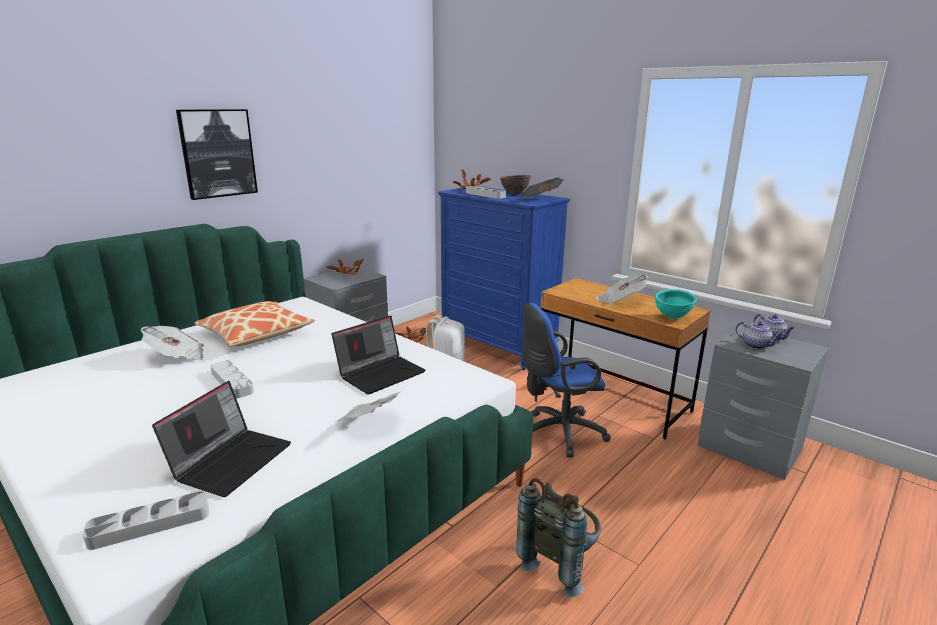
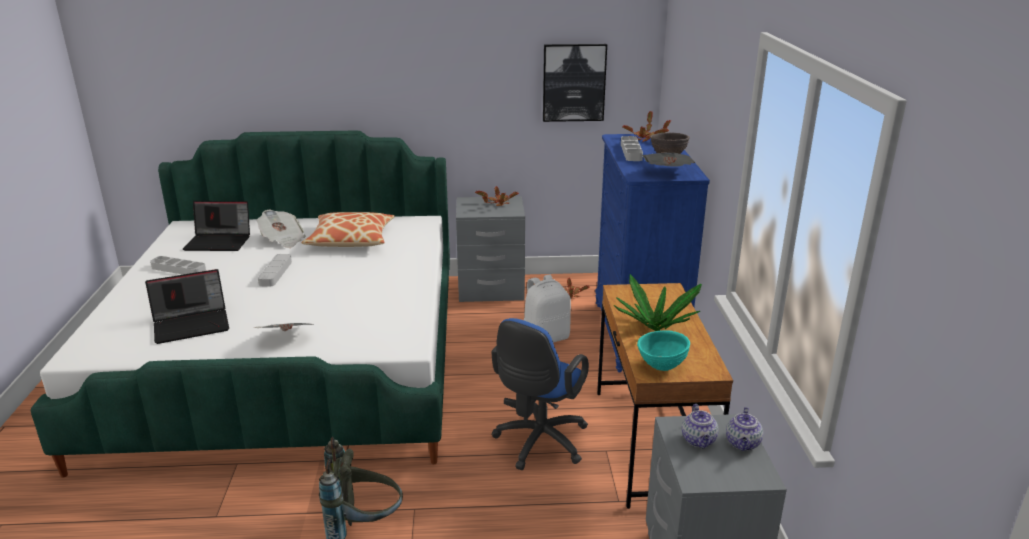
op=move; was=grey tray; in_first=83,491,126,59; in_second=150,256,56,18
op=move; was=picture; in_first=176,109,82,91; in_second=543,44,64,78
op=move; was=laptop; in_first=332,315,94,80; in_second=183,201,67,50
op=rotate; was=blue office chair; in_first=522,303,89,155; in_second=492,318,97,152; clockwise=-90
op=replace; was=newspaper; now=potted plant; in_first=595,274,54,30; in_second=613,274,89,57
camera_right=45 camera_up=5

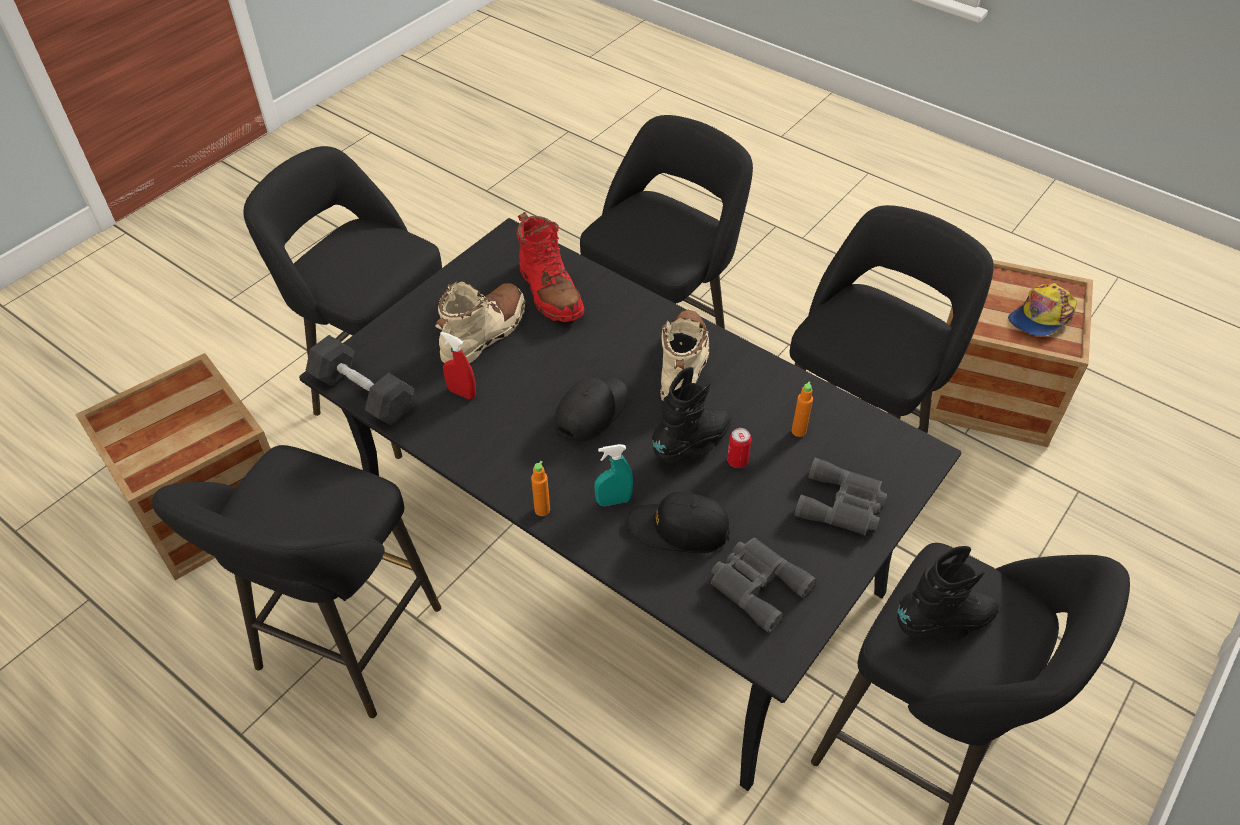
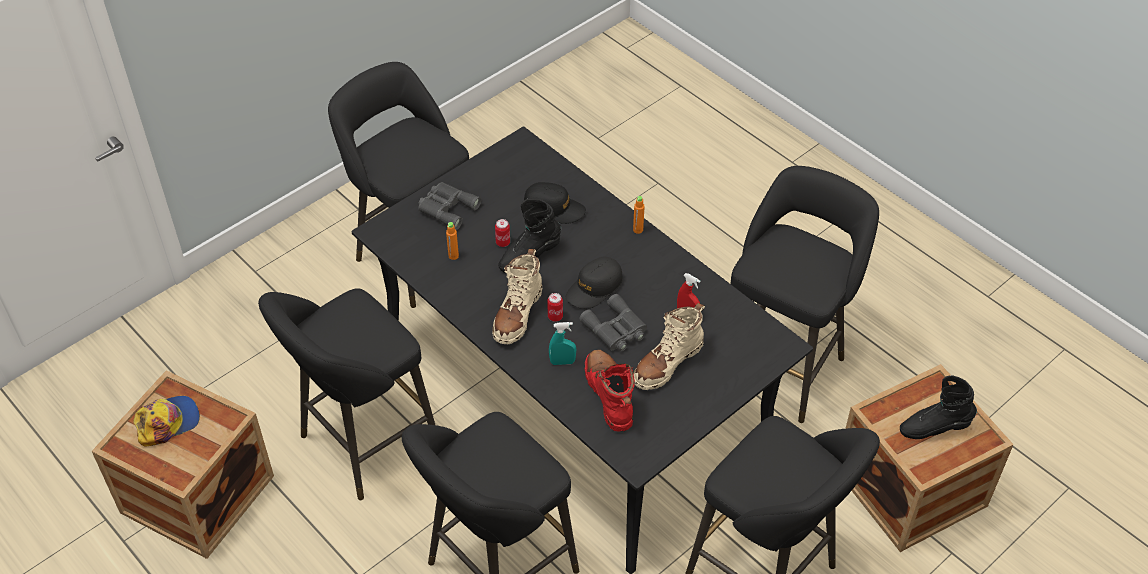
op=delete; was=black dumbbell; in_first=305,335,110,90
op=move; was=turquoise spray bottle; in_first=594,444,39,62; in_second=549,322,27,43
op=move; was=grey binoculars; in_first=711,538,105,95; in_second=579,294,68,57
op=move; was=black boot; in_first=897,546,102,94; in_second=900,375,77,64
op=insert; now=can; in_second=547,293,16,29
camera_right=-170 camera_up=0

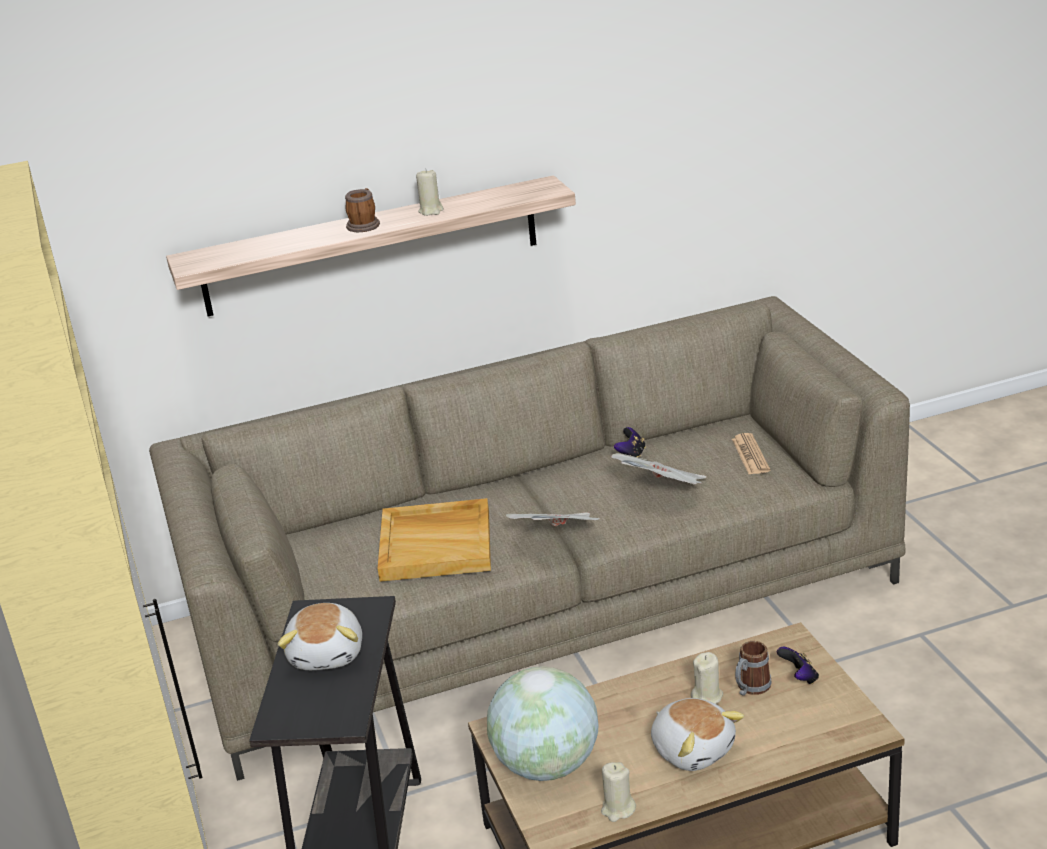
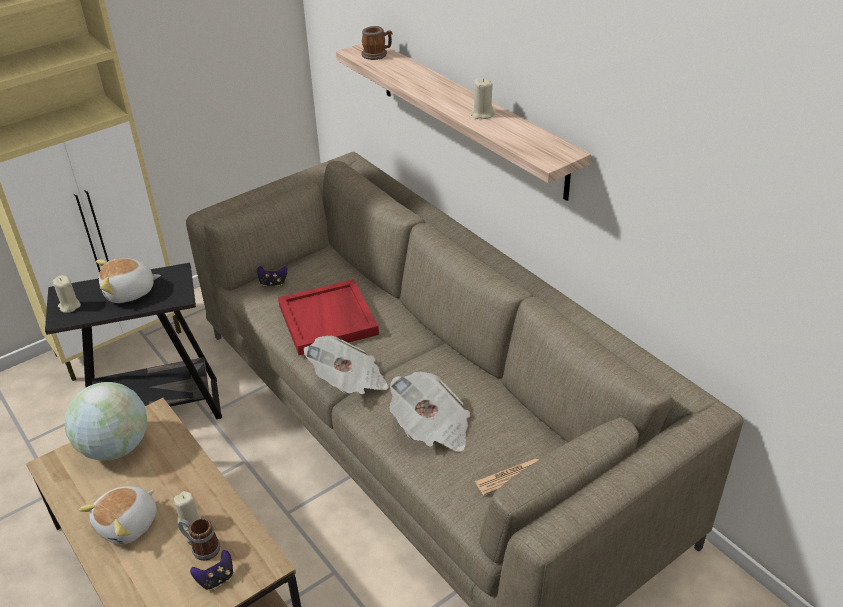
op=move; was=mug; in_first=345,188,35,44; in_second=361,26,32,34
op=recolor; was=beige tray; now=red tray; in_first=377,498,114,84; in_second=278,279,101,76
op=move; was=beige candle; in_first=601,762,35,60; in_second=53,275,28,38
op=move; was=game controller; in_first=614,427,32,30; in_second=257,266,31,21
camera_right=70 camera_up=10

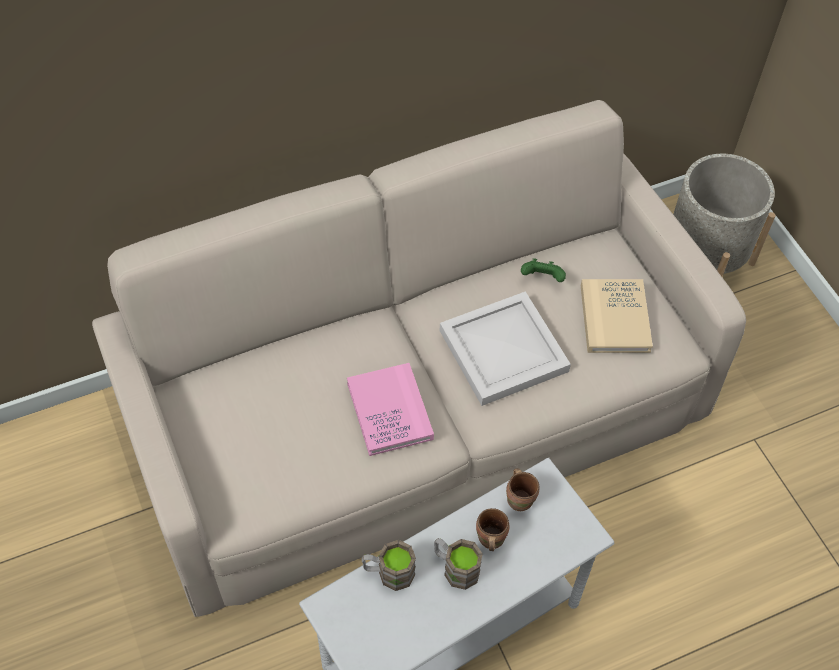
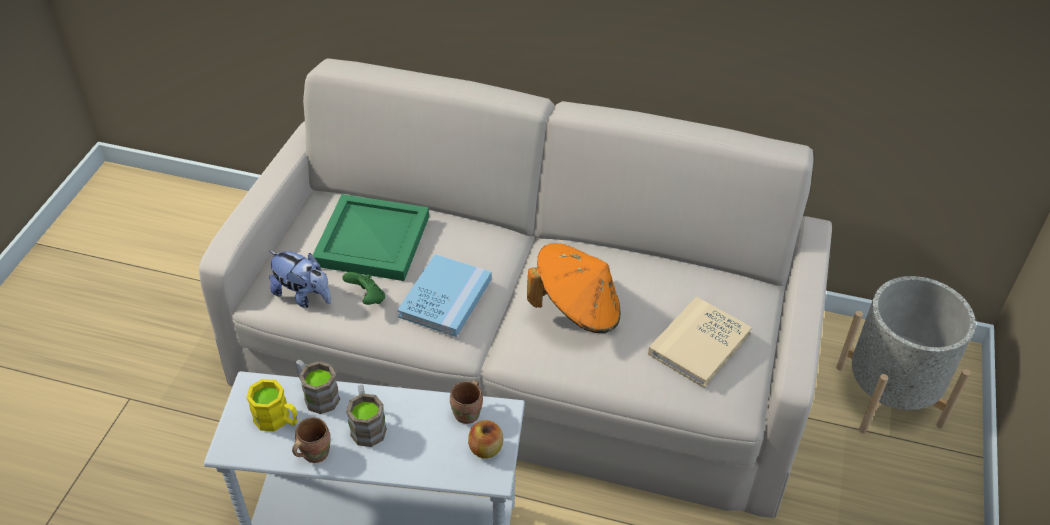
op=recolor; was=pink book; now=blue book; in_first=347,363,87,93; in_second=397,254,95,83
op=replace; was=white tray; now=orange hat; in_first=440,291,131,115; in_second=527,243,93,90
op=move; was=brown mug; in_first=476,508,33,43; in_second=292,417,39,46
op=move; was=green game controller; in_first=521,258,45,24; in_second=342,272,43,33
op=insert; now=yellow mug; in_second=246,379,52,52
op=insert; now=plush toy; in_second=269,251,62,57
op=insert; now=green tray; in_second=313,194,116,87
op=insert; now=apple; in_second=468,420,35,39
camera_right=40 camera_up=-10

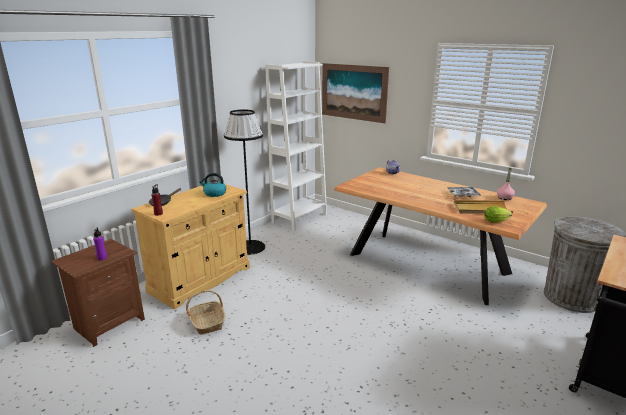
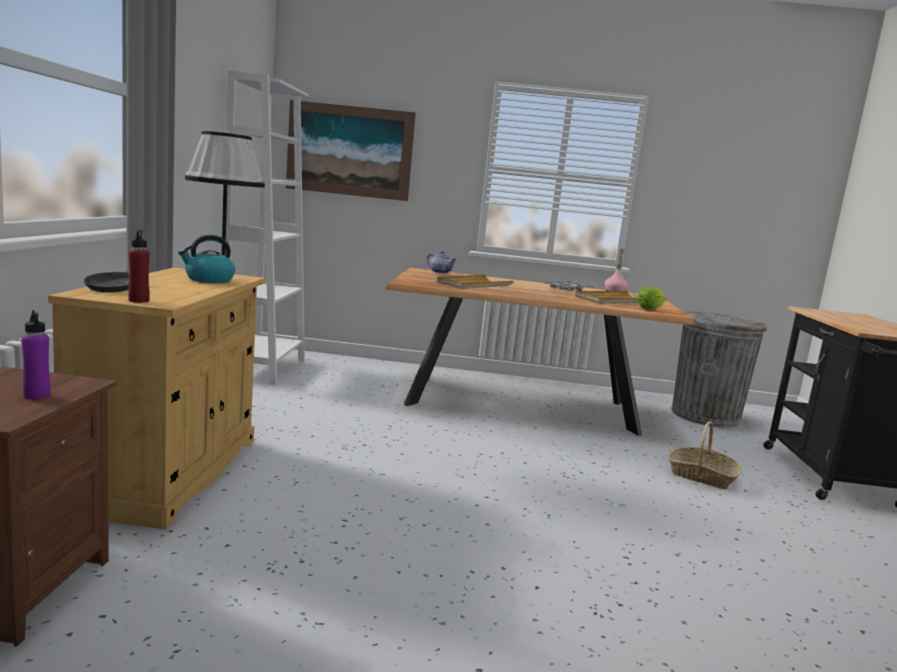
op=move; was=basket; in_first=186,290,39,45; in_second=668,422,73,67
op=insert; now=beige tray; in_second=437,275,77,14
camera_right=-35 camera_up=-10

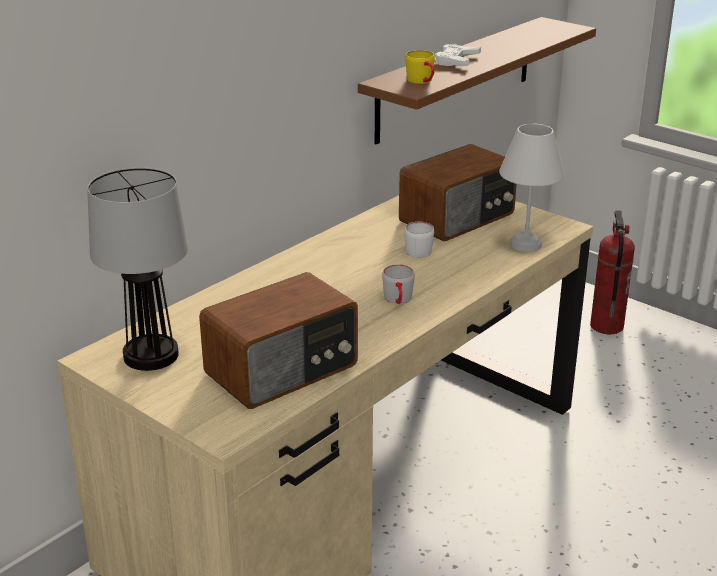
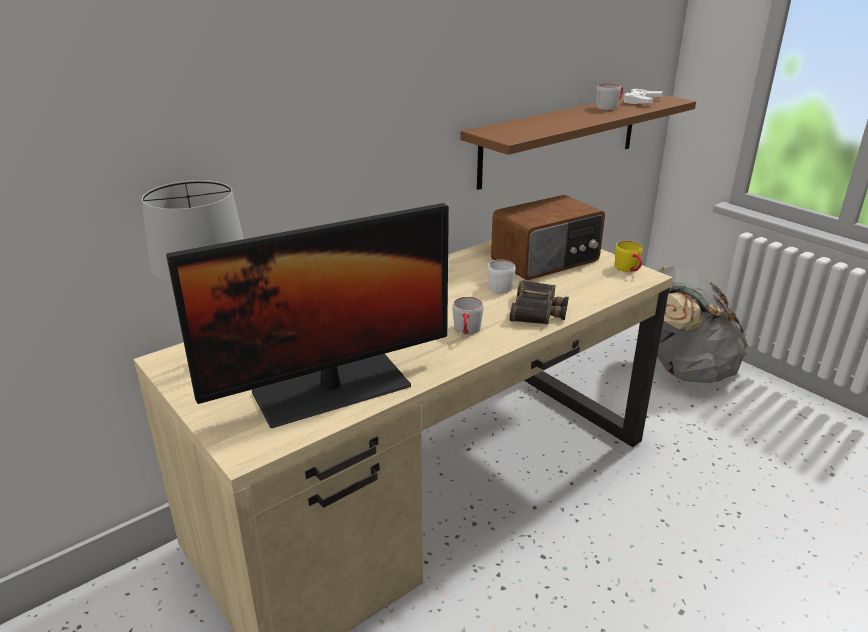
op=replace; was=radio; now=monitor; in_first=199,272,159,137; in_second=166,203,283,225
op=move; was=yellow mug; in_first=405,50,30,34; in_second=615,241,28,31
op=move; was=white game controller; in_first=435,44,46,22; in_second=623,89,40,15
op=delete; was=white table lamp; in_first=499,124,66,128
op=replace; was=fire extinguisher; now=grey backpack; in_first=590,210,45,124; in_second=657,265,91,118
op=insert; now=binoculars; in_second=509,280,60,45
op=insert; now=grey mug; in_second=596,83,27,27
camera_right=10 camera_up=0

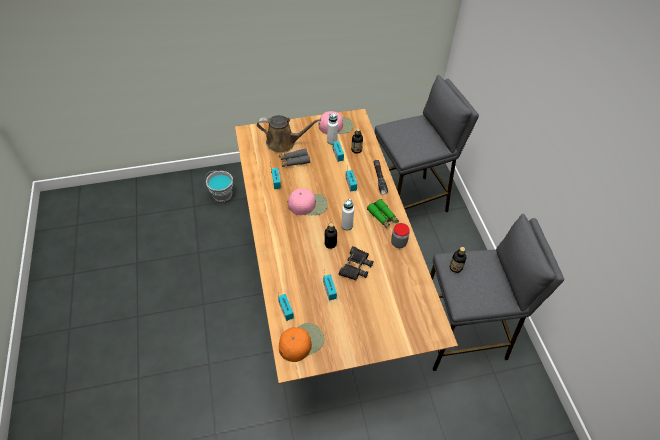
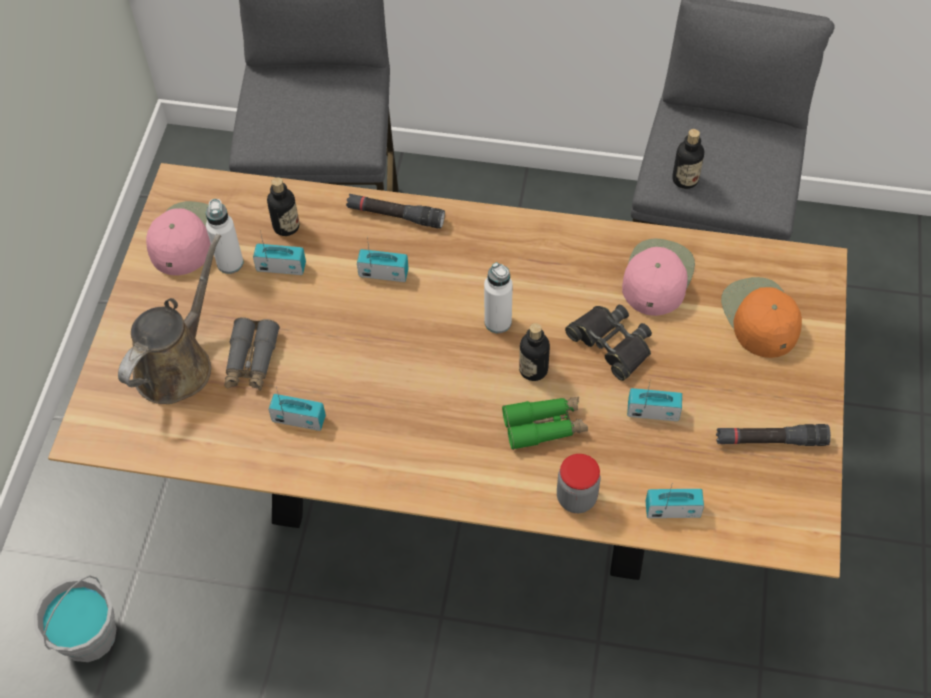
op=move; was=orange cap; in_first=279,323,45,39; in_second=721,277,81,81
op=move; was=pink cap; in_first=288,188,40,27; in_second=622,238,73,78
op=move; was=green binoculars; in_first=367,199,32,29; in_second=502,397,86,53
op=move; was=jar; in_first=391,223,19,25; in_second=557,454,43,59
op=insert; now=black flashlight; in_second=716,424,115,22
camera_right=-65 camera_up=5

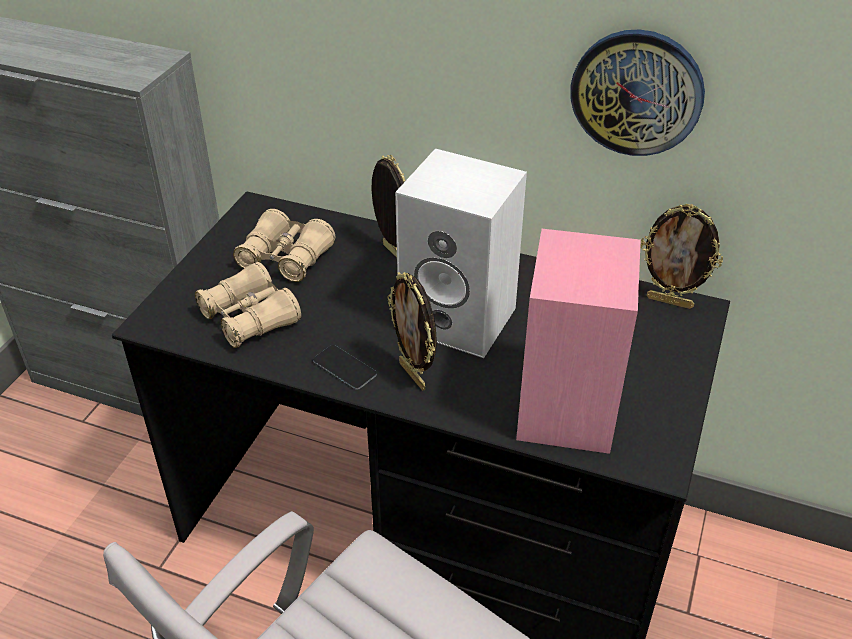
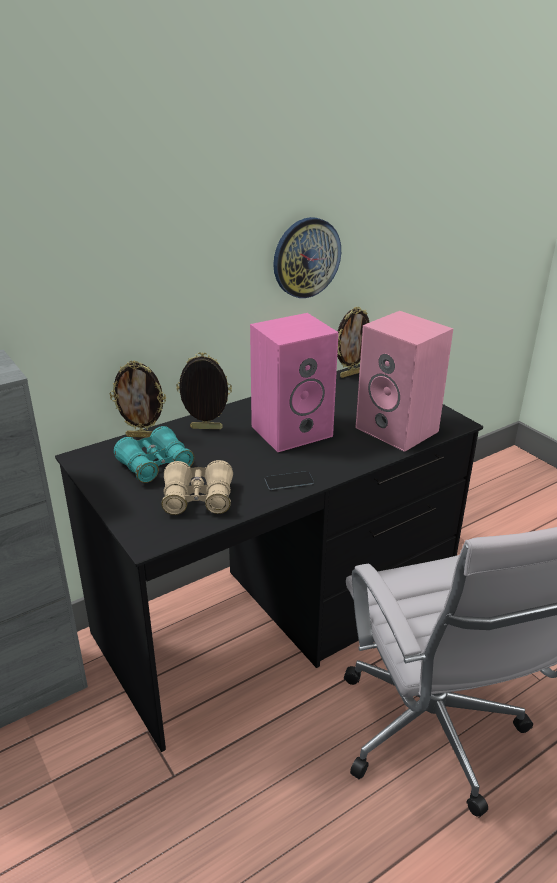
op=recolor; was=beige binoculars; now=turquoise binoculars; in_first=233,209,102,73; in_second=114,426,80,57
op=move; was=picture frame; in_first=387,272,50,119; in_second=109,360,57,78
op=recolor; was=white speaker; now=pink speaker; in_first=395,149,132,209; in_second=250,313,89,139
camera_right=-55 camera_up=-10

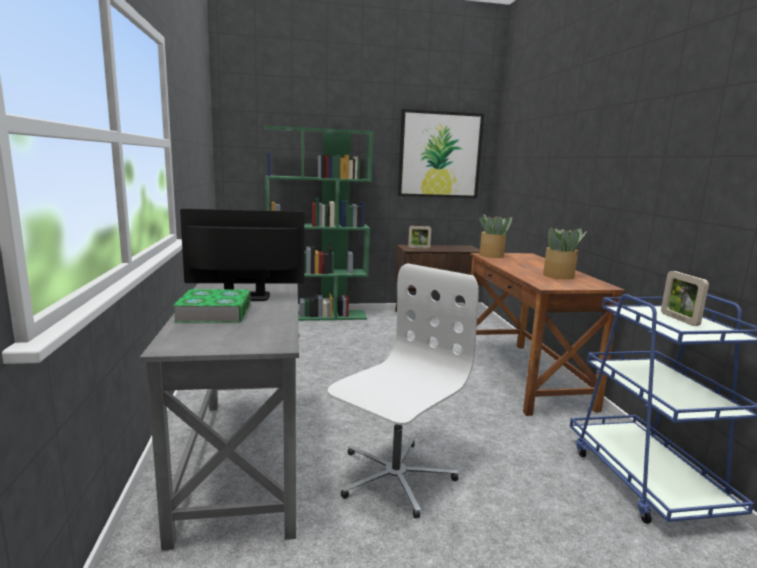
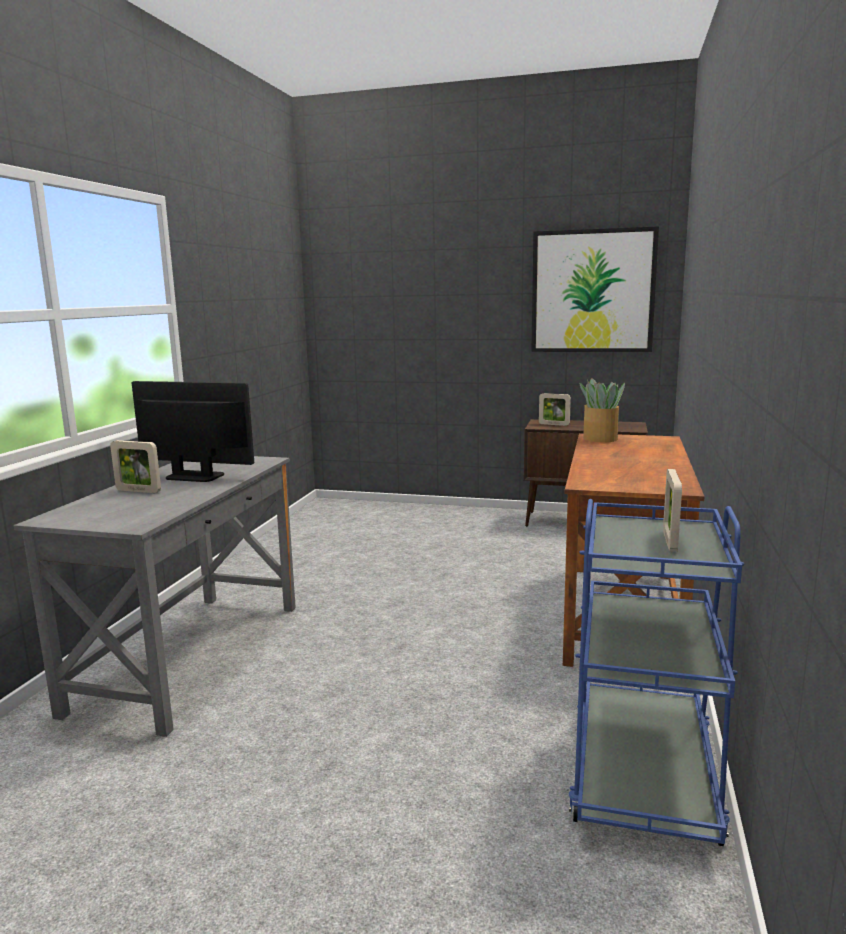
op=replace; was=book; now=picture frame; in_first=173,289,77,34; in_second=110,440,51,53
op=delete; was=green bookcase; in_first=264,126,110,195
op=delete; was=white office chair; in_first=328,263,151,256
op=delete; was=potted plant; in_first=543,227,44,53
camera_right=25 camera_up=0

